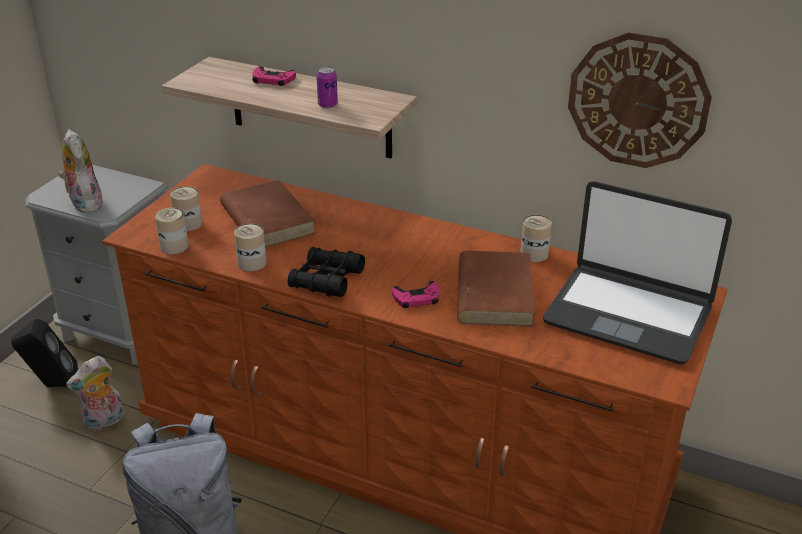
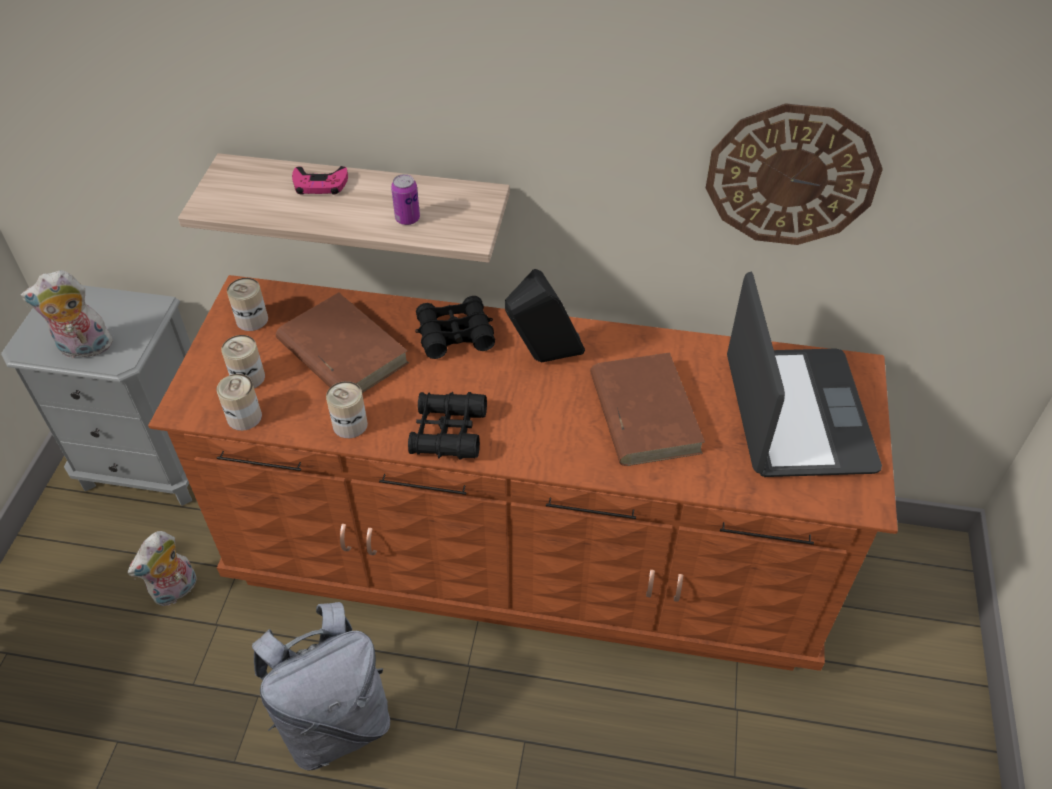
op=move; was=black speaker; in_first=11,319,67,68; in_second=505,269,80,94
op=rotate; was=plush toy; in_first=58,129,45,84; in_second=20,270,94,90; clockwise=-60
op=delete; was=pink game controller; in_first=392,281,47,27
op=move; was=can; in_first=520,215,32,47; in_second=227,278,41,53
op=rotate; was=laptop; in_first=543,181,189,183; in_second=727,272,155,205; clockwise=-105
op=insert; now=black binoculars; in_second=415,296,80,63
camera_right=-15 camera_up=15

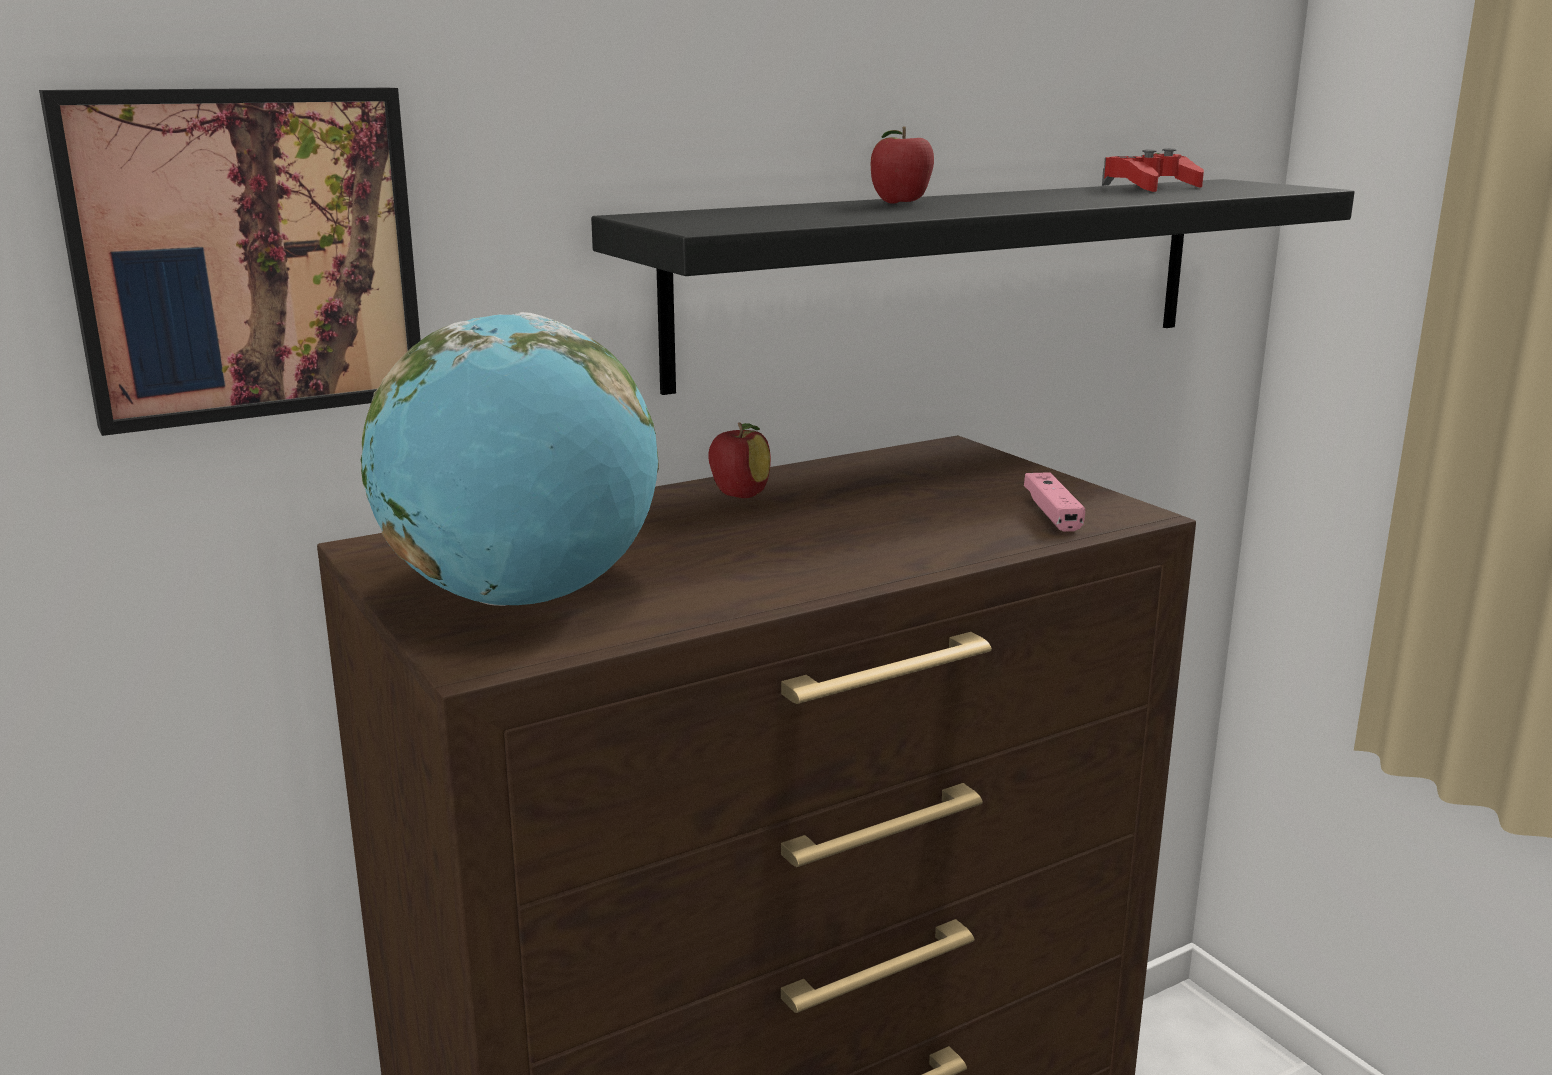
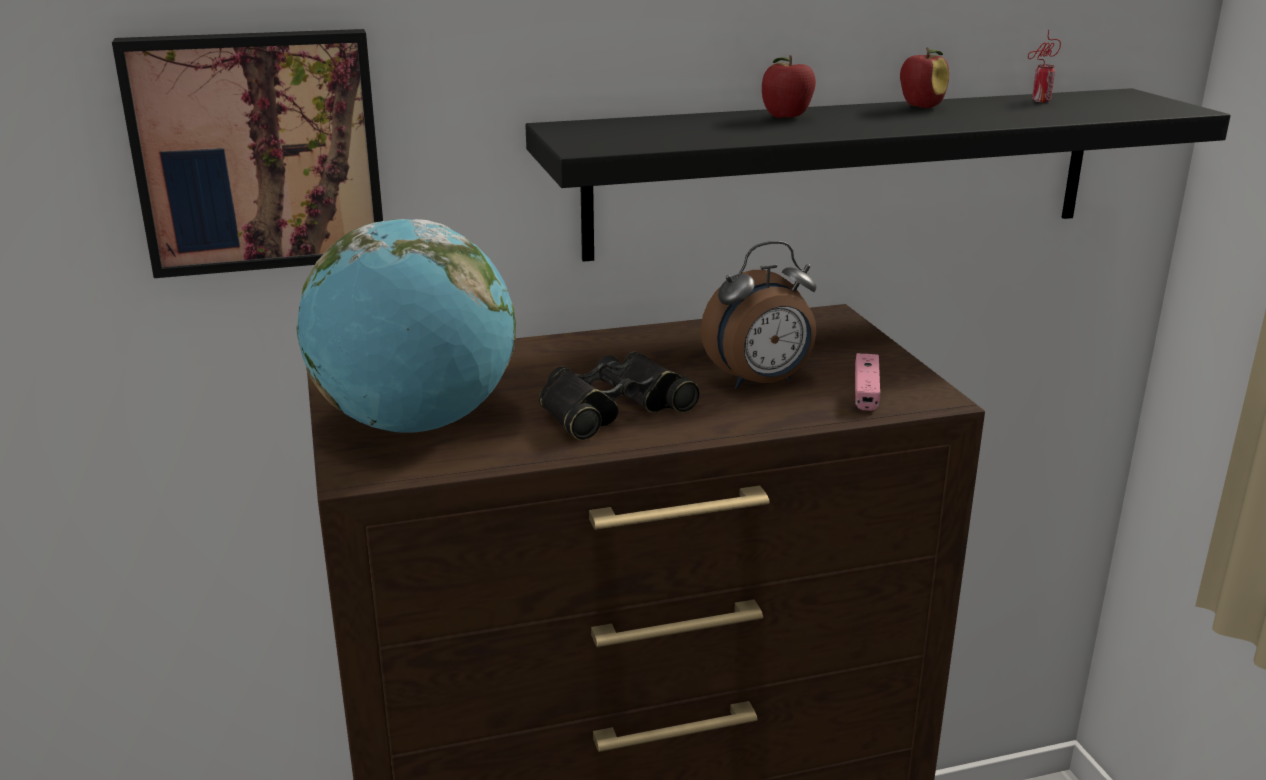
op=move; was=apple; in_first=708,422,63,76; in_second=900,47,49,61
op=replace; was=red game controller; now=can; in_first=1102,148,102,44; in_second=1028,30,33,72
op=insert; now=black binoculars; in_second=539,352,161,88
op=insert; now=alarm clock; in_second=701,241,115,148
camera_right=15 camera_up=5

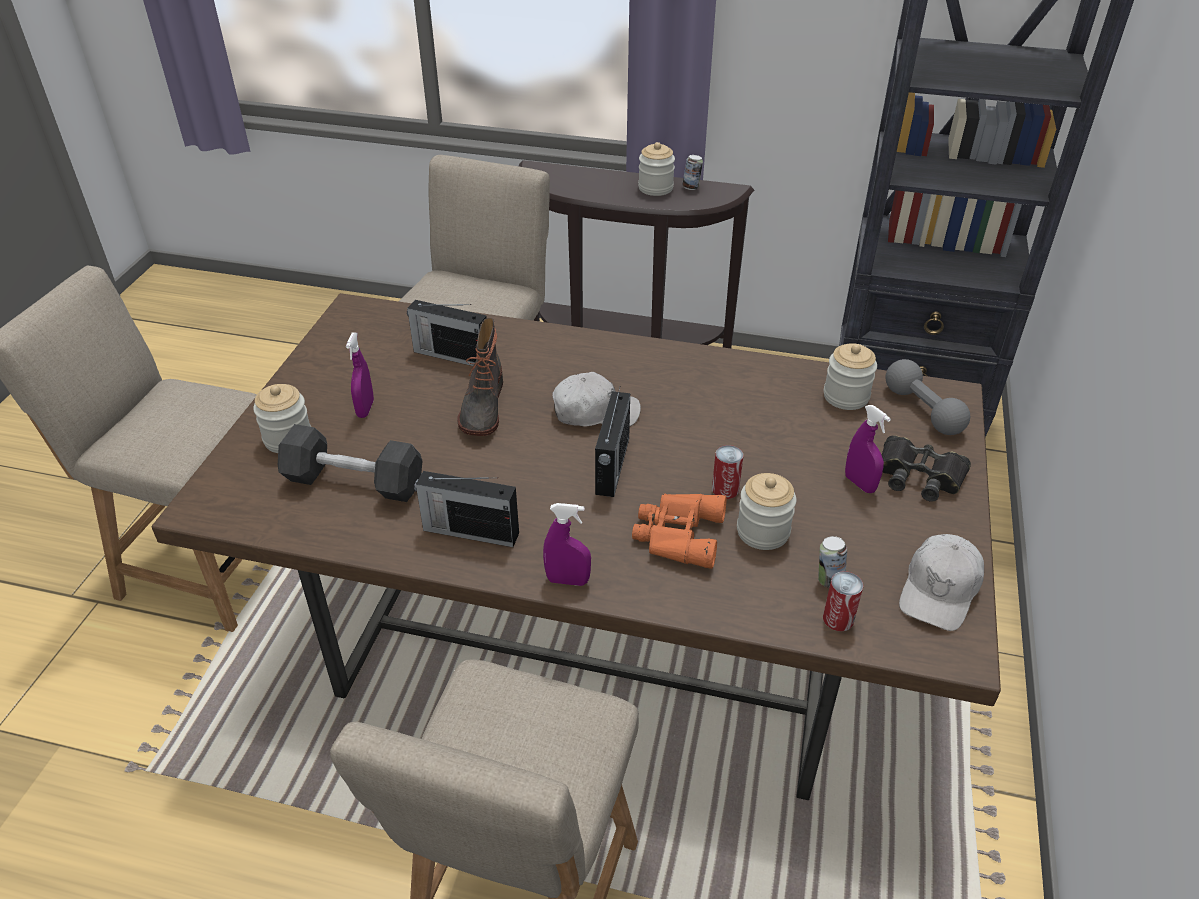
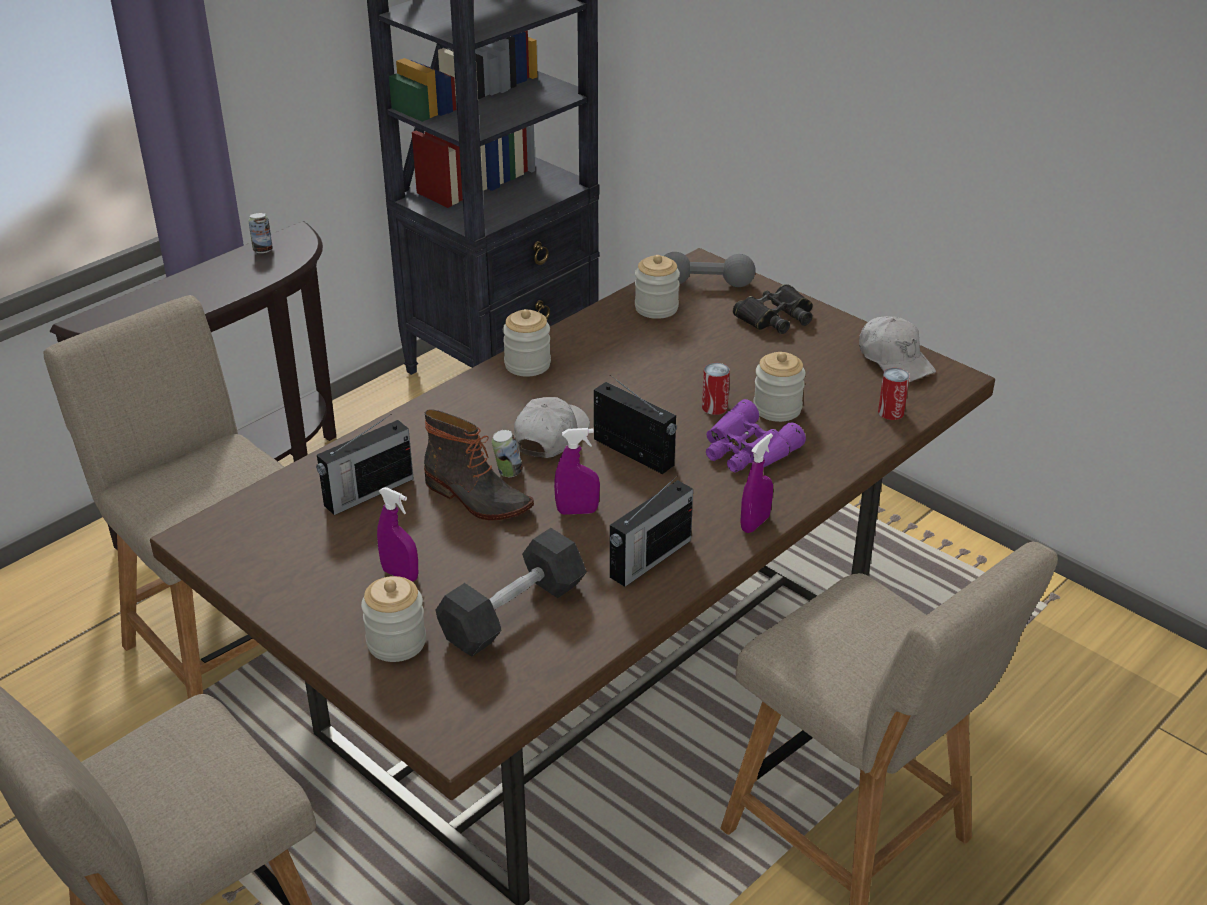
op=recolor; was=orange binoculars; now=purple binoculars; in_first=632,494,95,75; in_second=706,399,100,73
op=move; was=jar; in_first=638,142,37,54; in_second=503,309,48,68
op=move; was=can; in_first=818,536,29,52; in_second=492,430,31,47
op=move; was=purple spray bottle; in_first=845,405,46,88; in_second=554,428,46,87
camera_right=-60 camera_up=-5

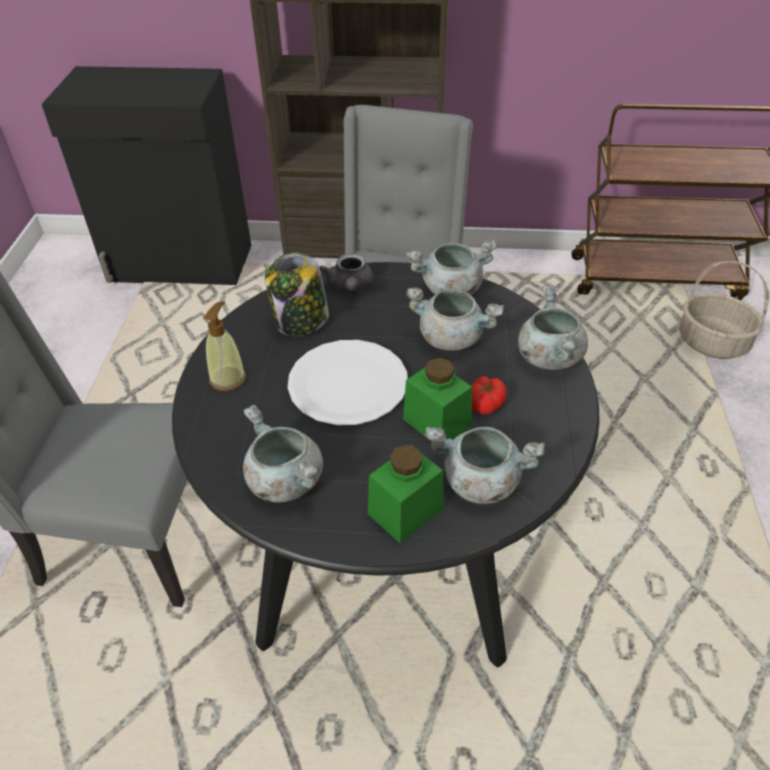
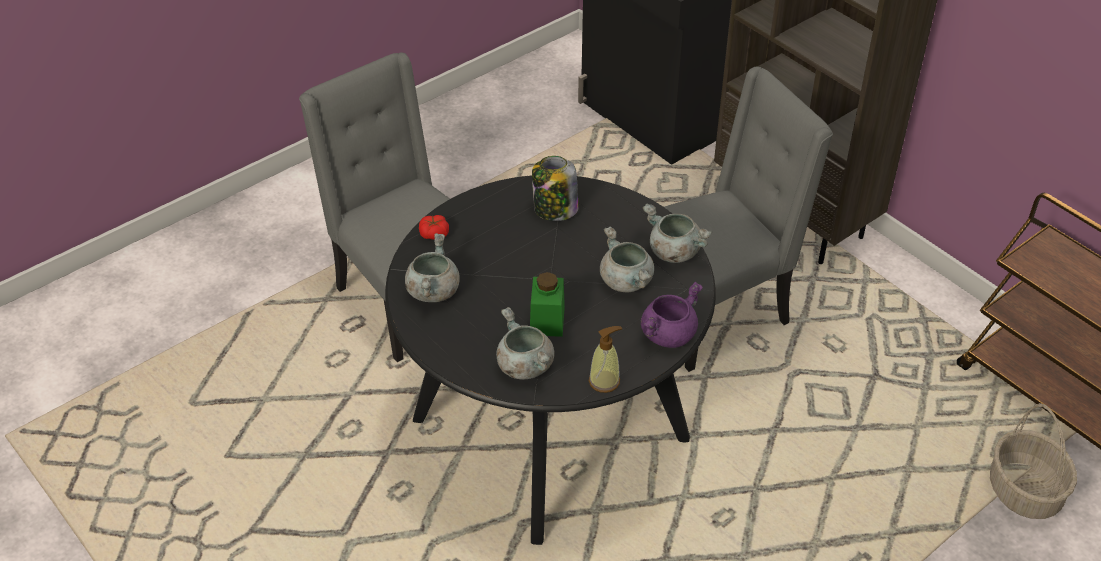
op=move; was=soap dispenser; in_first=204,301,42,90; in_second=589,326,33,67
op=delete; was=white plate; in_first=288,340,120,85
op=delete; was=grey teapot; in_first=320,253,54,40
op=delete; was=green jar; in_first=368,445,76,99
op=move; was=tomato; in_first=471,376,36,38; in_second=419,215,30,24
op=recolor; was=grey cooking pot; now=purple cooking pot; in_first=518,286,70,84; in_second=641,282,62,66
camera_right=45 camera_up=0

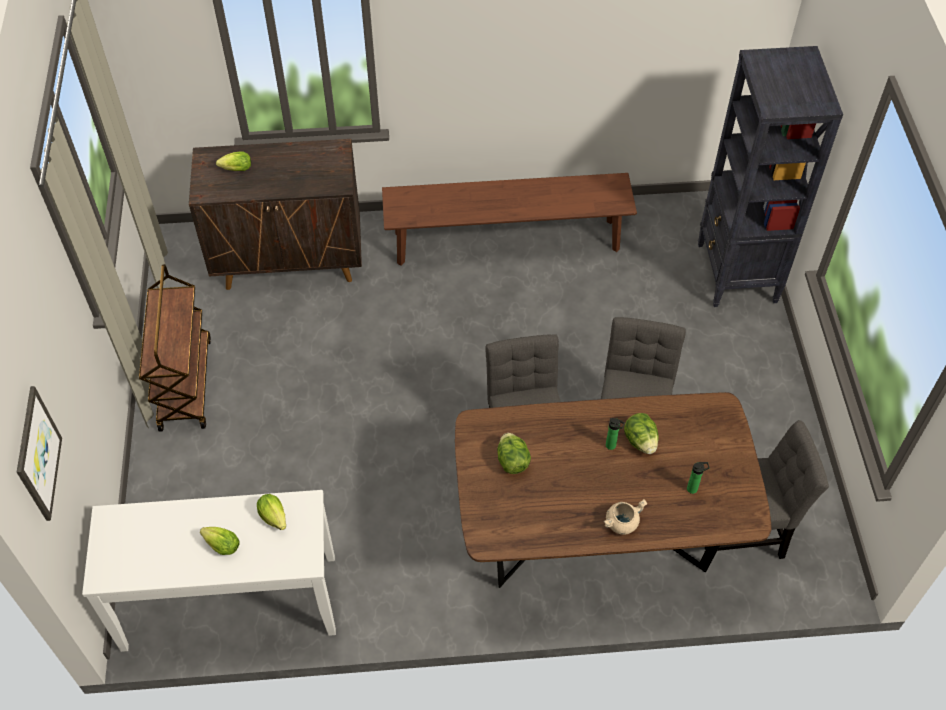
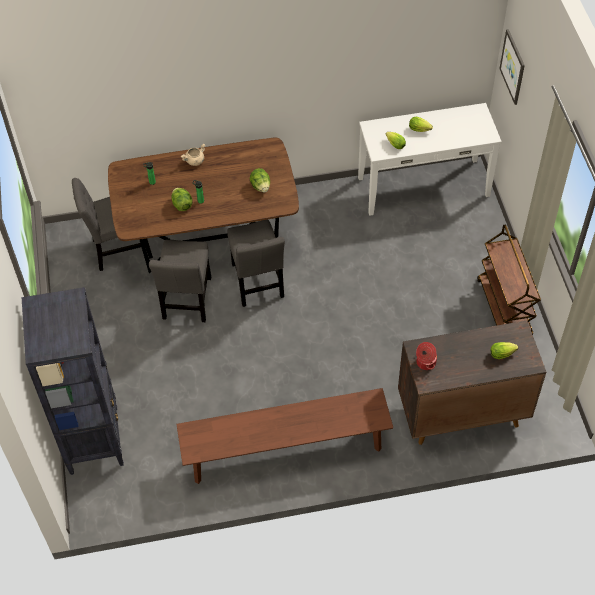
op=insert; now=cooking pot; in_second=416,342,21,28
camera_right=175 camera_up=0

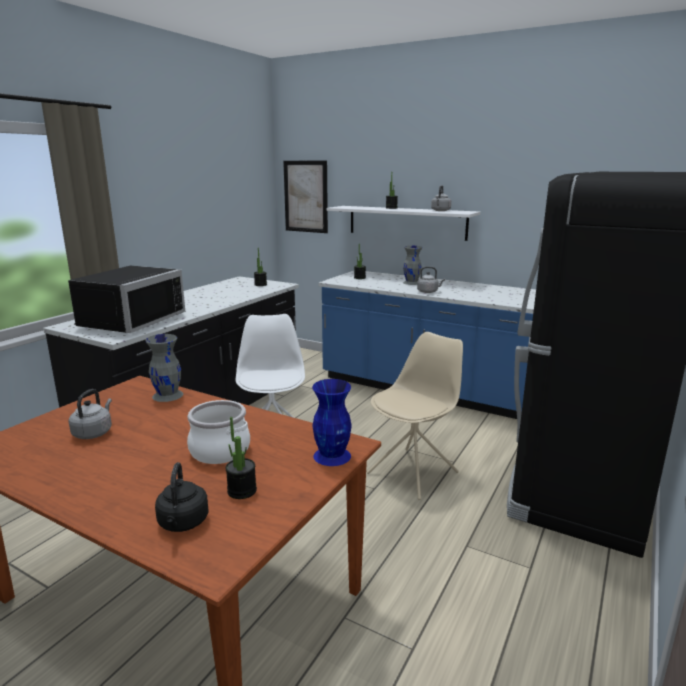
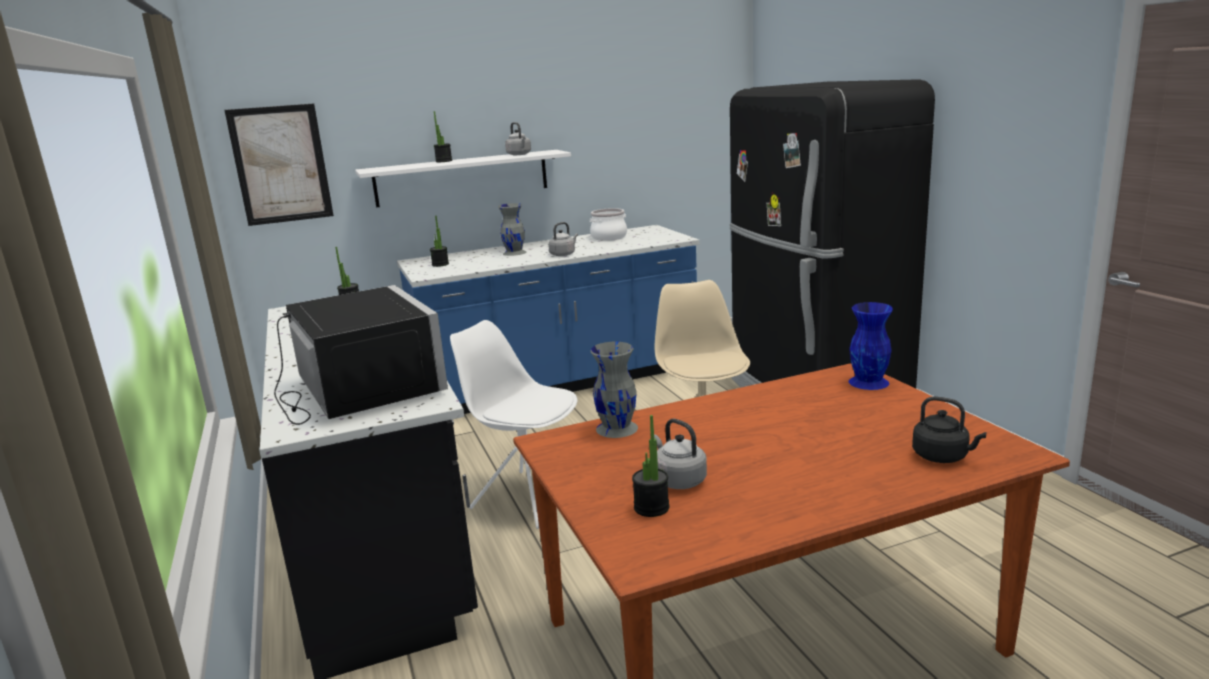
op=move; was=cooking pot; in_first=187,400,63,64; in_second=590,208,37,33
op=move; was=potted plant; in_first=226,417,31,82; in_second=632,415,37,102
camera_right=-50 camera_up=0

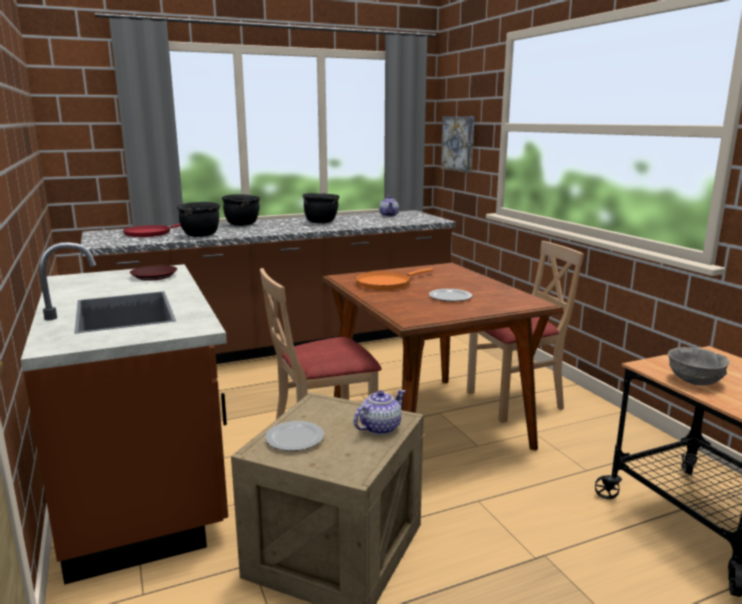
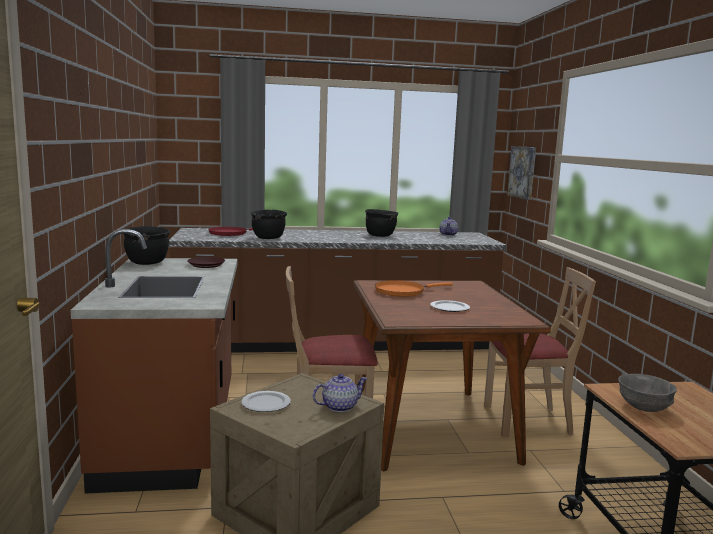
op=move; was=black cooking pot; in_first=222,194,38,32; in_second=124,226,46,39
camera_right=15 camera_up=-5

